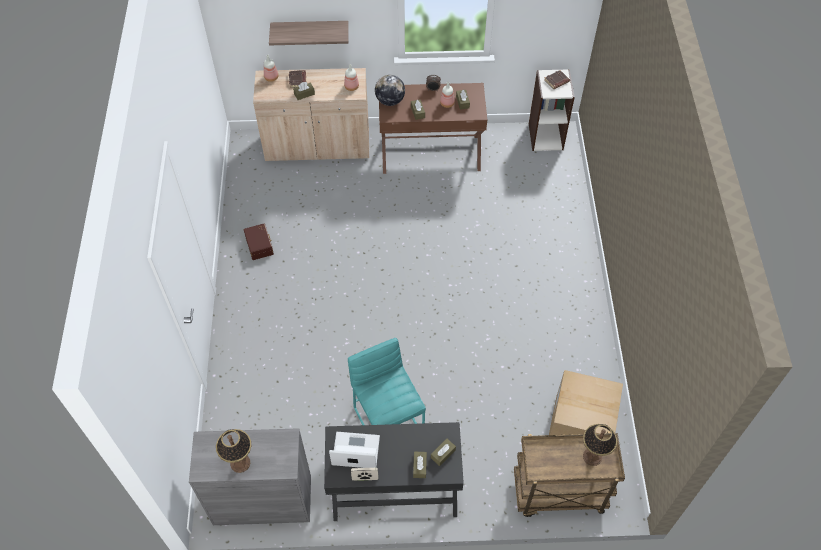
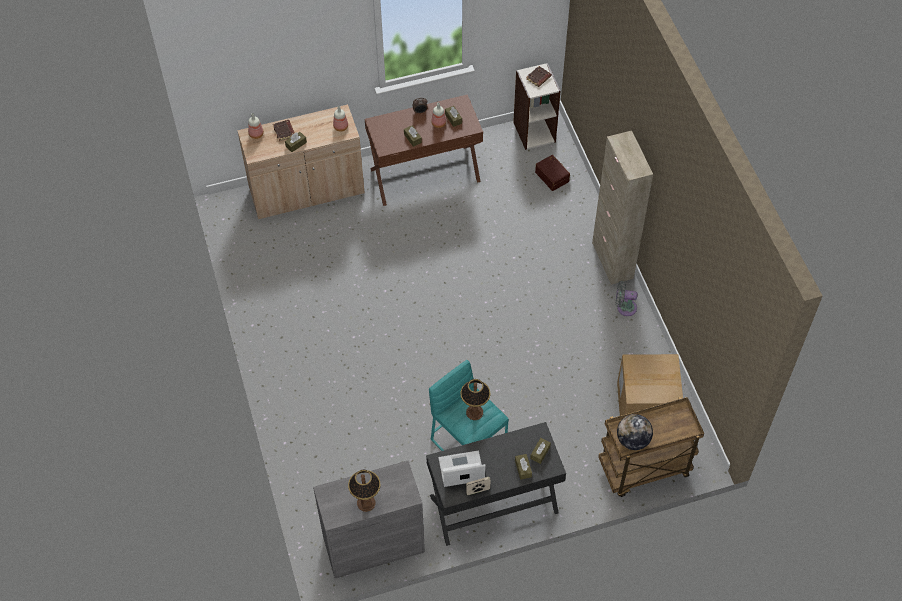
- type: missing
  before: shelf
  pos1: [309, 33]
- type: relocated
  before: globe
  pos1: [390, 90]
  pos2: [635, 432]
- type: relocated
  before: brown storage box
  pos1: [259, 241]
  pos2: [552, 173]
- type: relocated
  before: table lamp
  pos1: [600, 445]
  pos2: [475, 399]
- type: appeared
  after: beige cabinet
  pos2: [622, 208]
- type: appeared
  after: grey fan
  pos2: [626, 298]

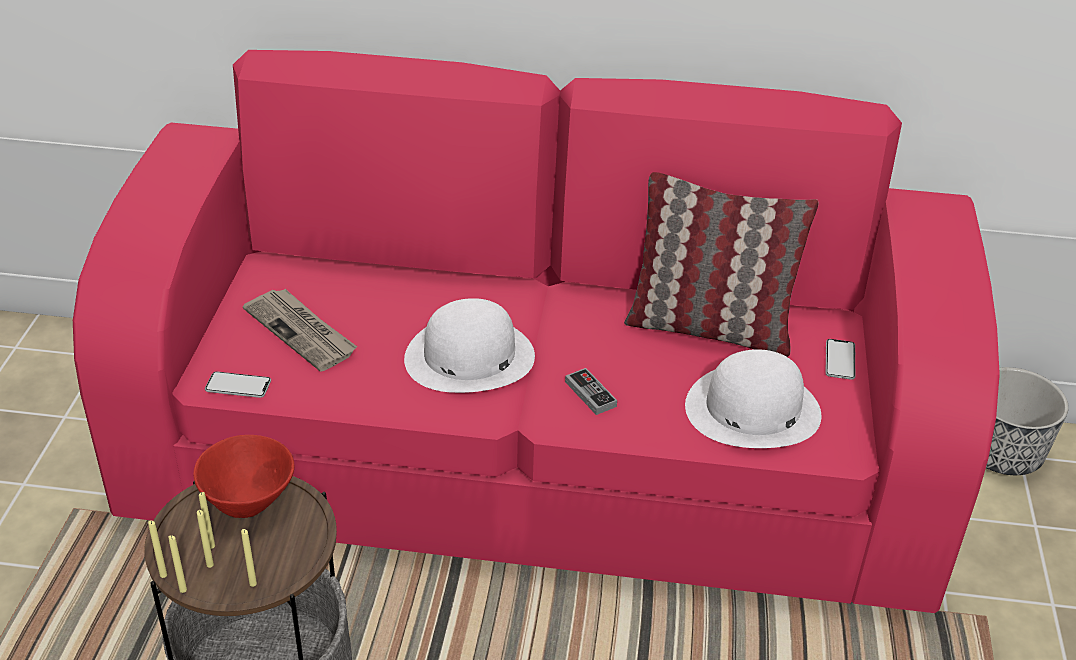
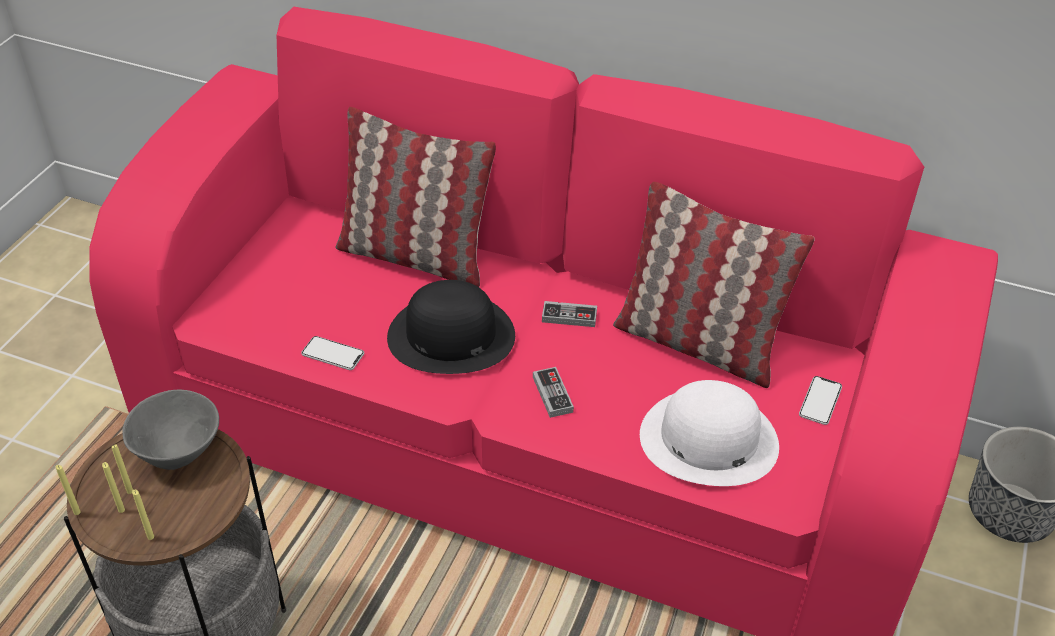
- type: missing
  before: newspaper
  pos1: [300, 330]
- type: colour
  before: white hat
  after: black hat
  pos1: [469, 345]
  pos2: [451, 327]
- type: relocated
  before: phone
  pos1: [238, 385]
  pos2: [332, 353]
- type: colour
  before: red bowl
  after: grey bowl
  pos1: [244, 476]
  pos2: [170, 429]
- type: missing
  before: yellow candle
  pos1: [177, 564]
- type: appeared
  after: pillow
  pos2: [416, 197]
- type: appeared
  after: game controller
  pos2: [569, 314]

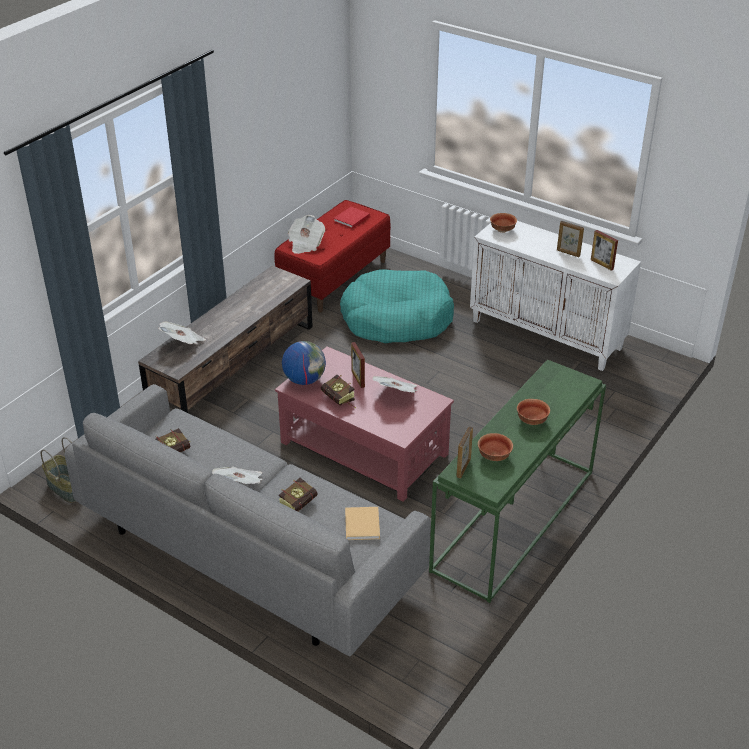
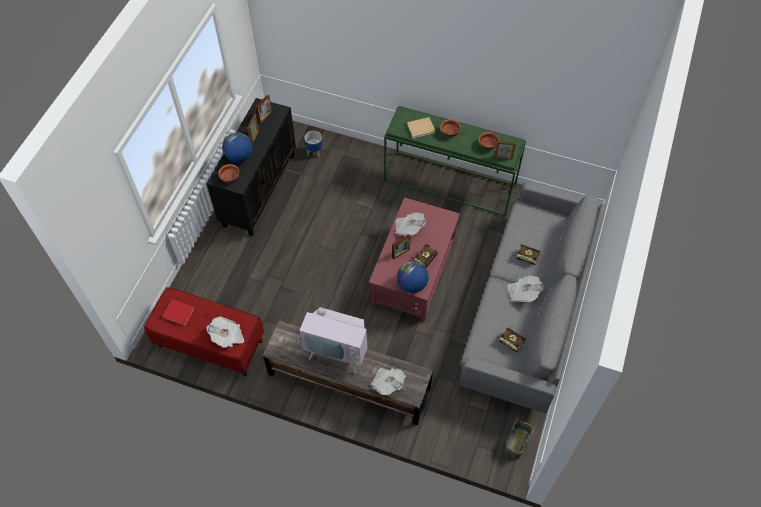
- type: colour
  before: white cabinet
  after: black cabinet
  pos1: [555, 296]
  pos2: [251, 167]
- type: missing
  before: turquoise dog bed
  pos1: [397, 306]
- type: relocated
  before: beige book
  pos1: [362, 523]
  pos2: [421, 127]
- type: appeared
  after: planter
  pos2: [313, 144]
- type: appeared
  after: globe
  pos2: [237, 147]
- type: appeared
  after: television
  pos2: [333, 334]

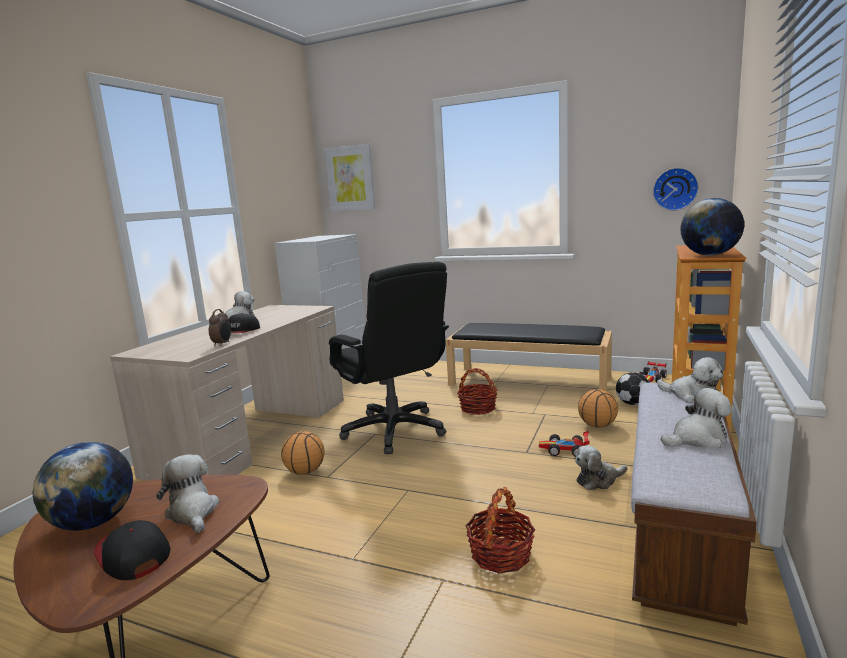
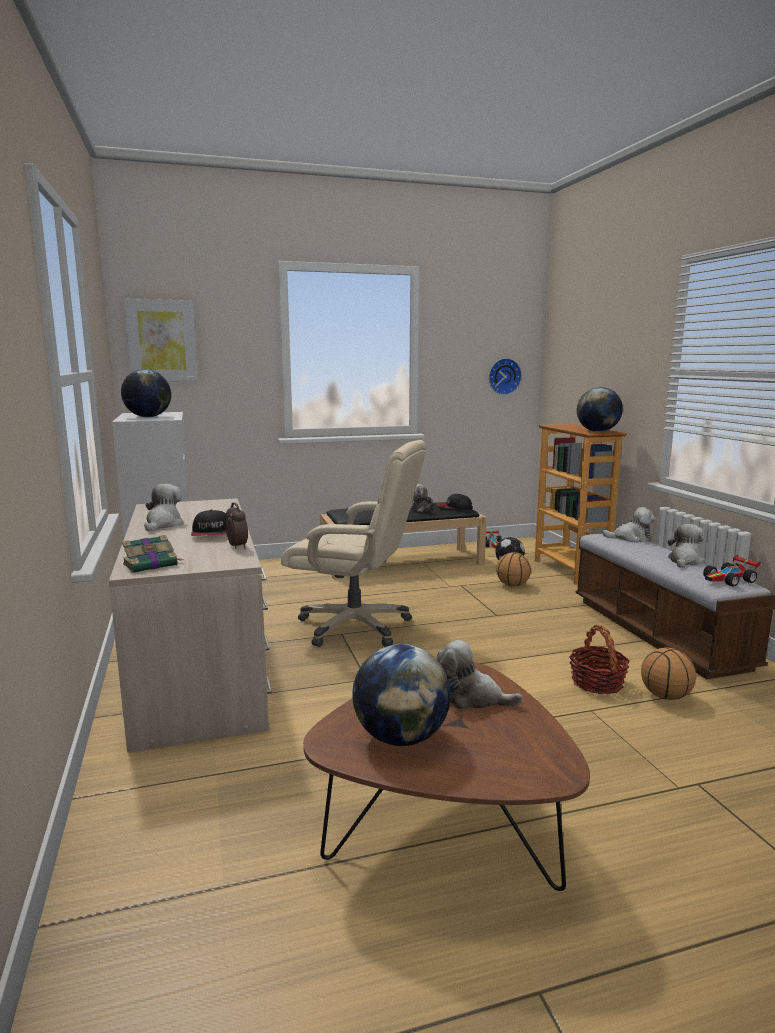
- type: colour
  before: black office chair
  after: beige office chair
  pos1: [389, 358]
  pos2: [353, 543]
- type: missing
  before: basket
  pos1: [477, 391]
- type: relocated
  before: basketball
  pos1: [303, 453]
  pos2: [668, 673]
- type: relocated
  before: toy car
  pos1: [564, 444]
  pos2: [732, 571]
- type: relocated
  before: plush toy
  pos1: [601, 467]
  pos2: [421, 498]
- type: relocated
  before: cap
  pos1: [132, 550]
  pos2: [455, 502]
- type: appeared
  after: globe
  pos2: [146, 393]
- type: appeared
  after: book
  pos2: [152, 554]

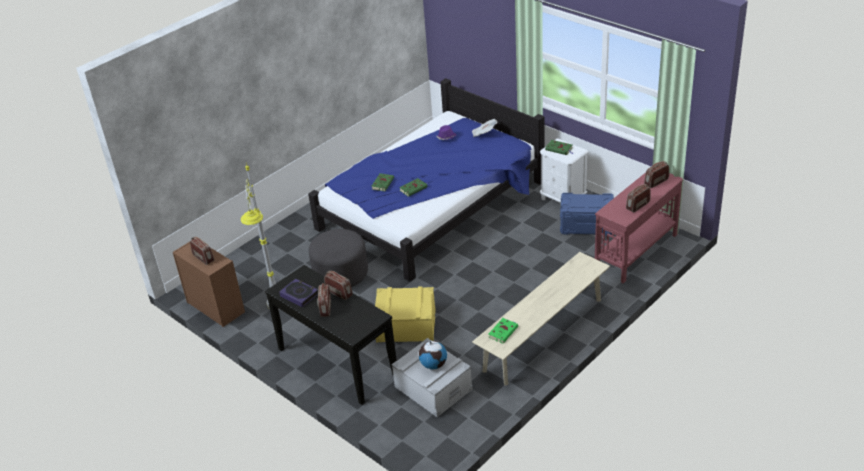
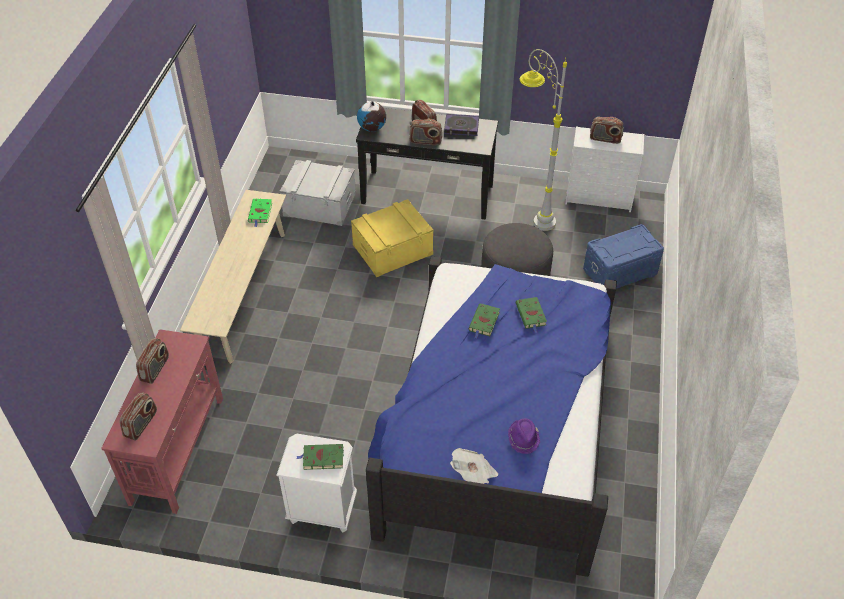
- type: relocated
  before: blue storage box
  pos1: [587, 214]
  pos2: [623, 256]
- type: colour
  before: brown dresser
  after: white dresser
  pos1: [209, 284]
  pos2: [604, 169]
- type: relocated
  before: globe
  pos1: [433, 355]
  pos2: [371, 116]

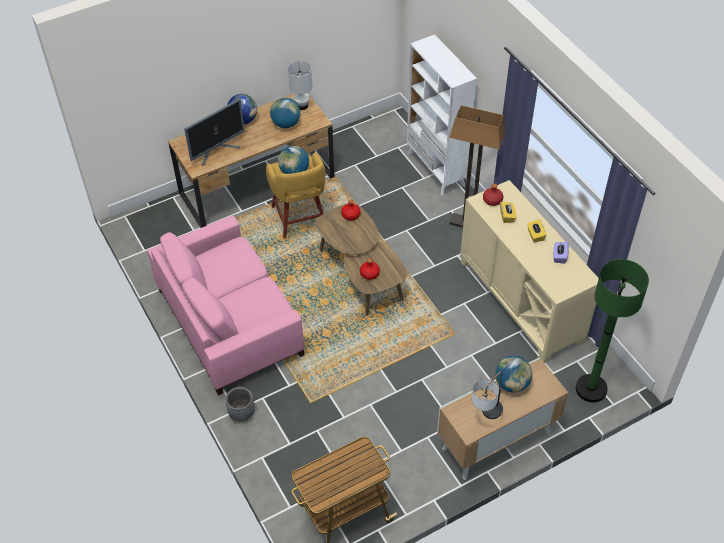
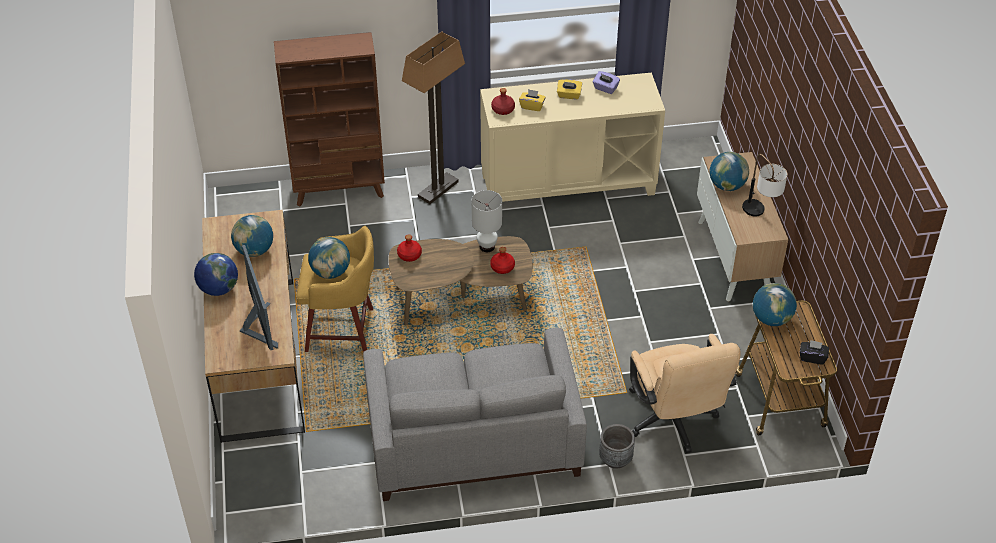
- type: colour
  before: white bookcase
  after: brown bookcase
  pos1: [442, 115]
  pos2: [329, 119]
- type: relocated
  before: white table lamp
  pos1: [300, 85]
  pos2: [486, 221]
- type: colour
  before: pink sofa
  after: grey sofa
  pos1: [225, 306]
  pos2: [475, 414]
- type: missing
  before: green floor lamp
  pos1: [612, 331]
- type: appeared
  after: globe
  pos2: [775, 304]
- type: appeared
  after: beige office chair
  pos2: [685, 393]
- type: appeared
  after: black tissue box
  pos2: [814, 352]

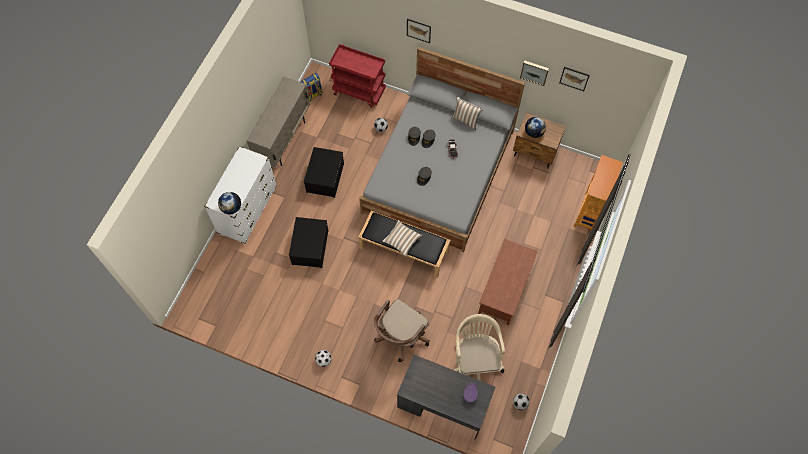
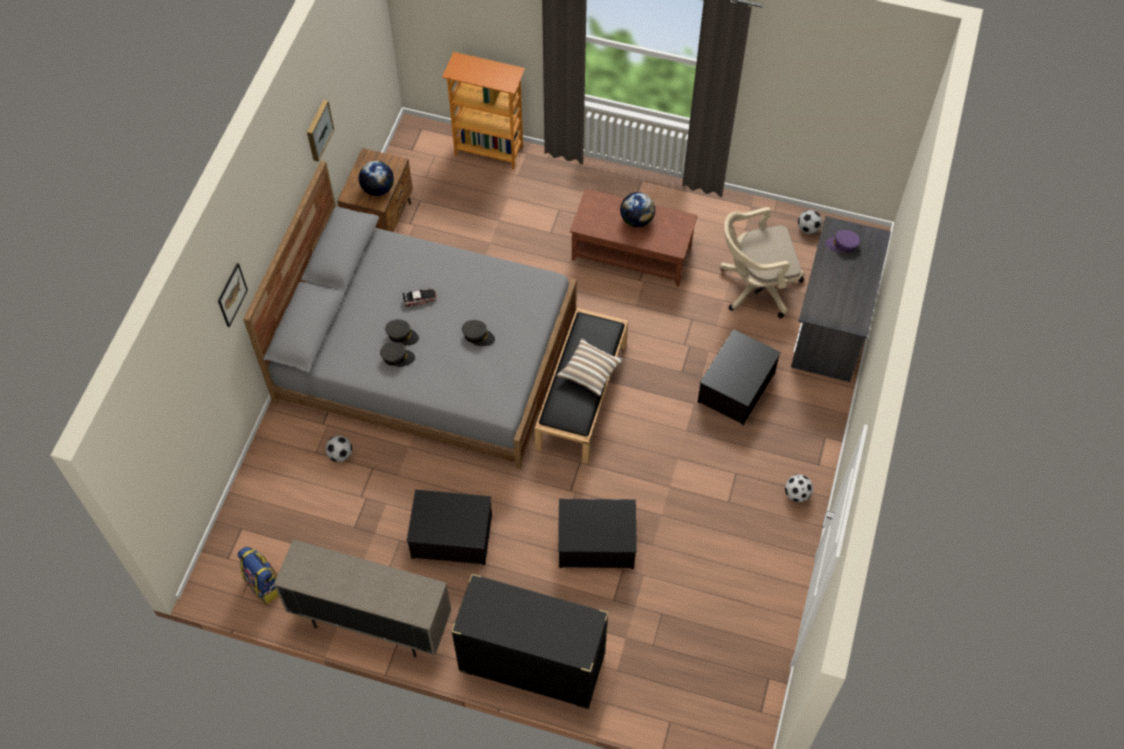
- type: missing
  before: red cart
  pos1: [357, 75]
- type: missing
  before: picture
  pos1: [575, 79]
- type: missing
  before: pillow
  pos1: [467, 113]
- type: colour
  before: white dresser
  after: black dresser
  pos1: [240, 195]
  pos2: [530, 641]
- type: relocated
  before: globe
  pos1: [229, 203]
  pos2: [637, 209]
- type: exchanged
  before: brown office chair
  after: storage box
  pos1: [402, 330]
  pos2: [739, 377]

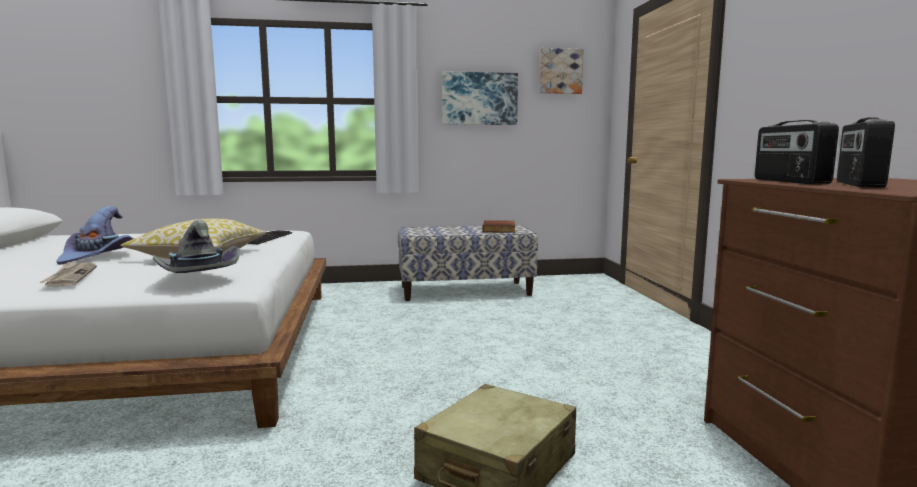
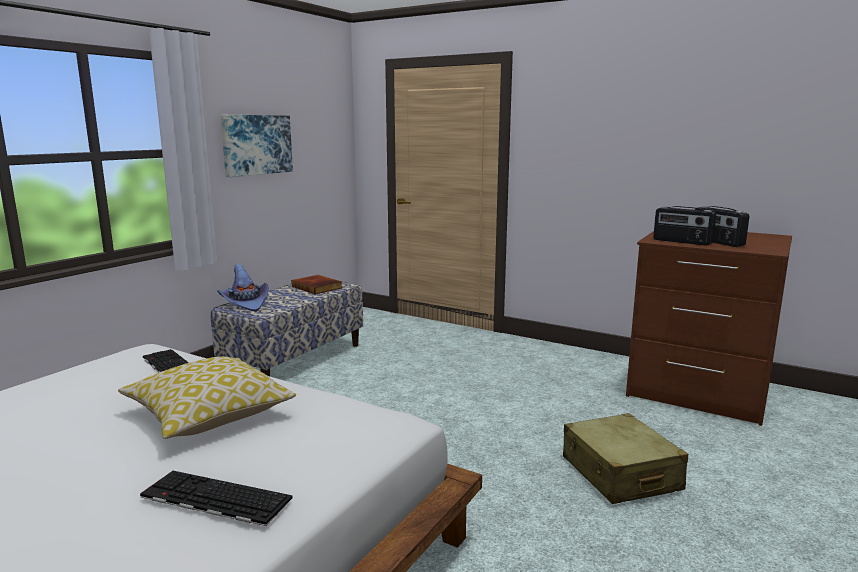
- type: missing
  before: picture
  pos1: [562, 71]
- type: relocated
  before: purple hat
  pos1: [95, 235]
  pos2: [243, 287]
- type: missing
  before: grey hat
  pos1: [196, 246]
- type: exchanged
  before: newspaper
  after: keyboard
  pos1: [68, 274]
  pos2: [216, 498]

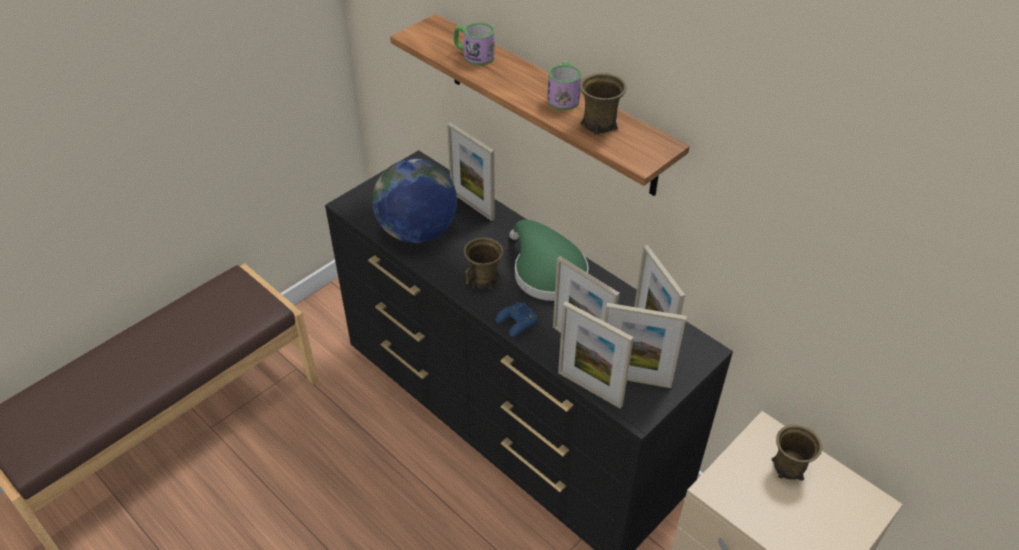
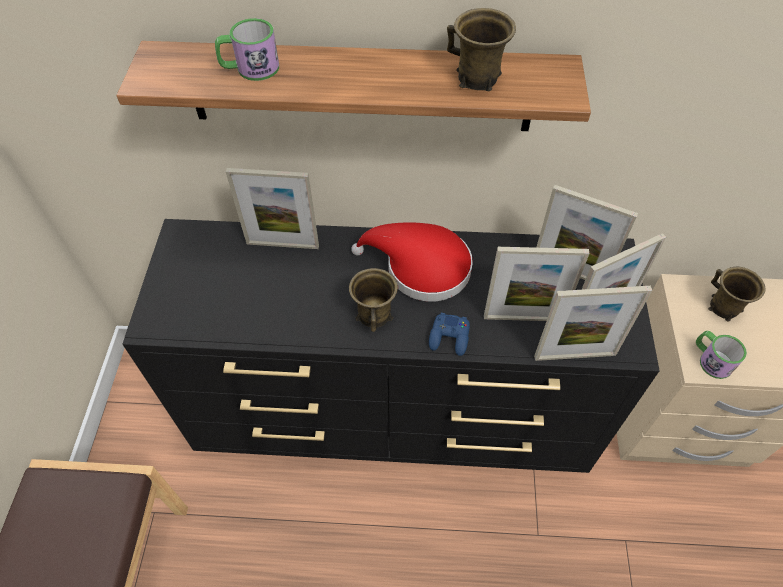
- type: relocated
  before: mug
  pos1: [564, 85]
  pos2: [721, 355]
- type: missing
  before: globe
  pos1: [414, 200]
- type: colour
  before: green hat
  after: red hat
  pos1: [549, 260]
  pos2: [412, 262]

